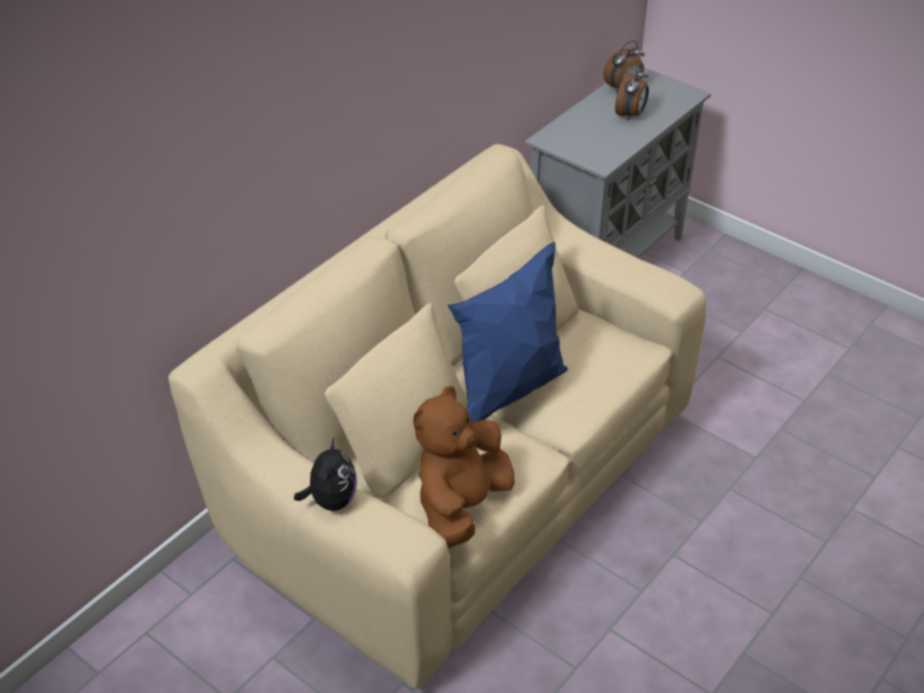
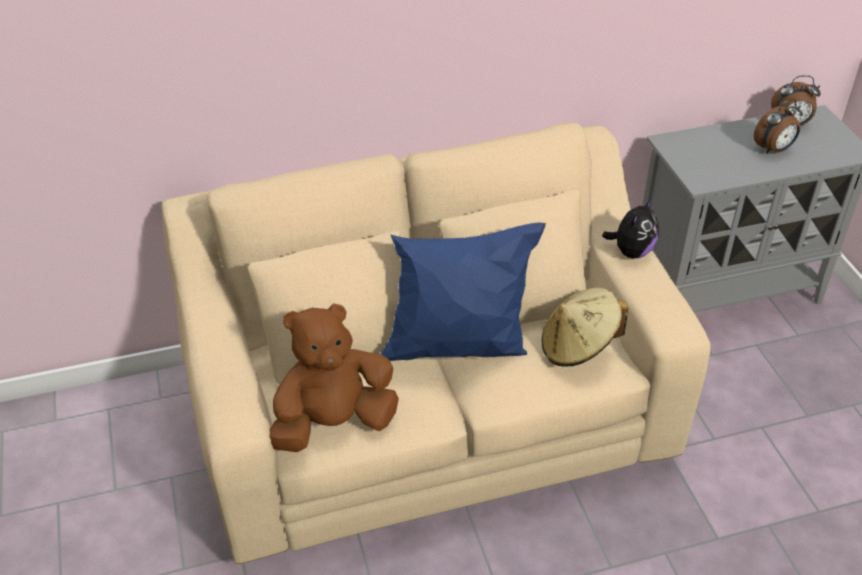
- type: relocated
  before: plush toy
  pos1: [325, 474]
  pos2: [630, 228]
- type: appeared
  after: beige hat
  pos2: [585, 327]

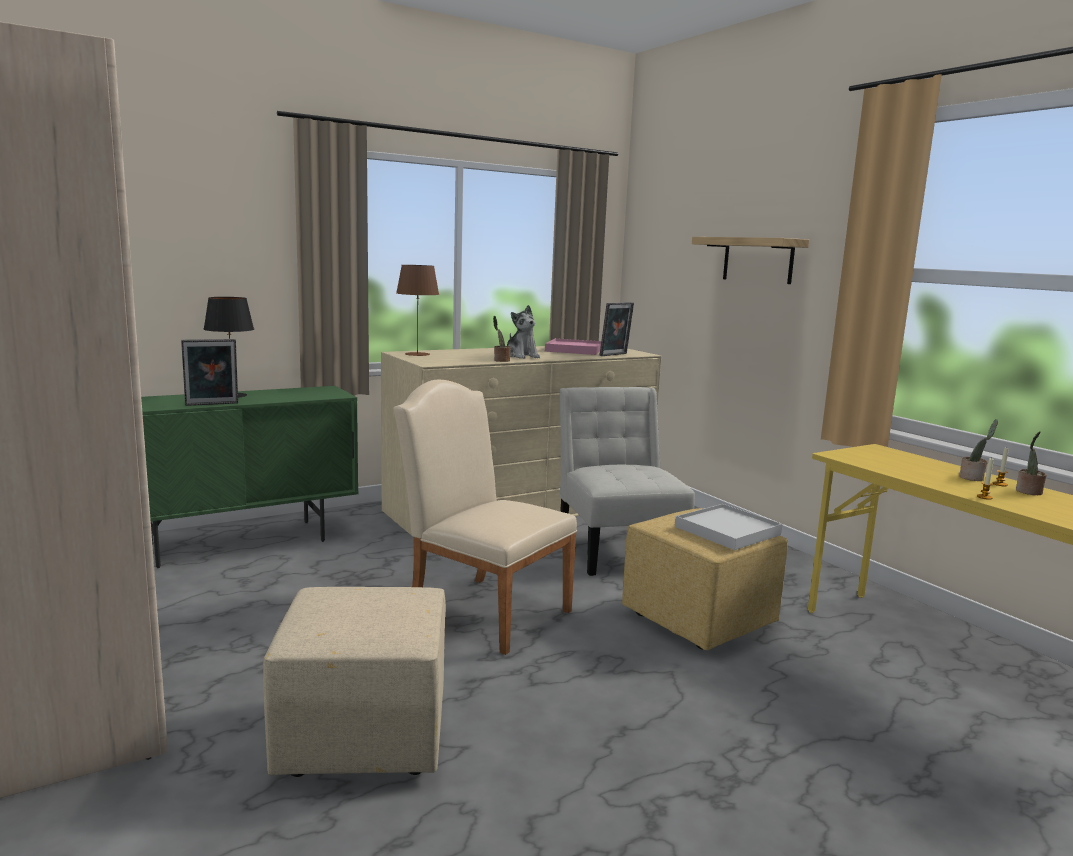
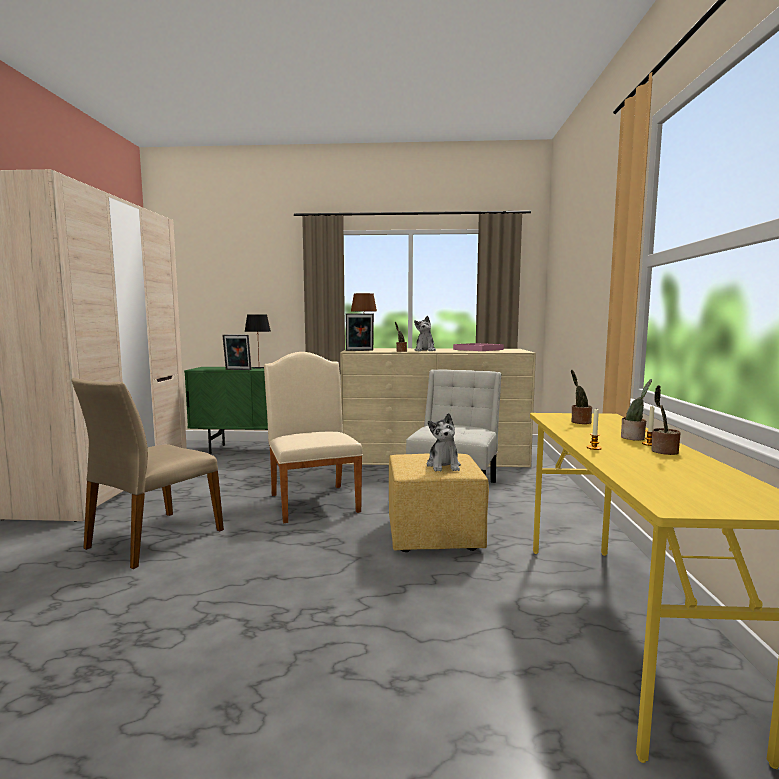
- type: missing
  before: shelf
  pos1: [750, 260]
- type: relocated
  before: picture frame
  pos1: [616, 329]
  pos2: [360, 332]
- type: exchanged
  before: white tray
  after: plush toy
  pos1: [729, 527]
  pos2: [444, 442]
- type: exchanged
  before: beige ottoman
  after: beige chair
  pos1: [354, 682]
  pos2: [147, 473]
- type: appeared
  after: potted plant
  pos2: [581, 397]

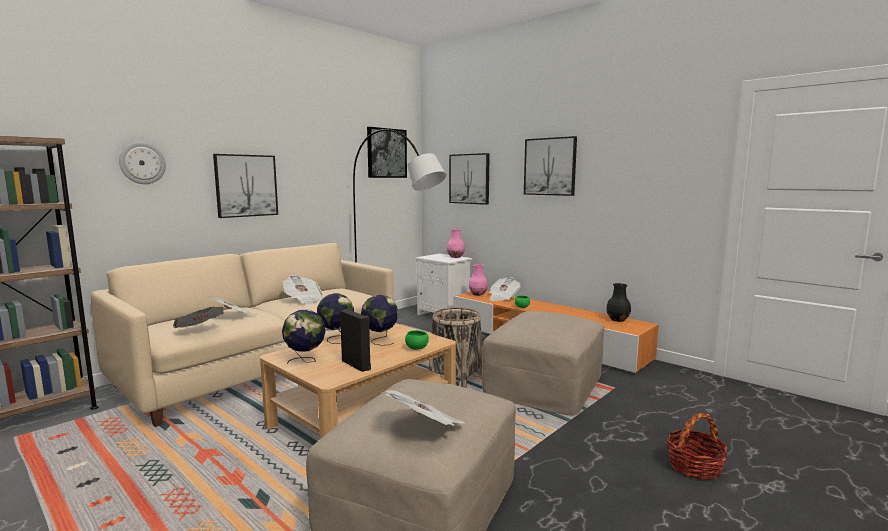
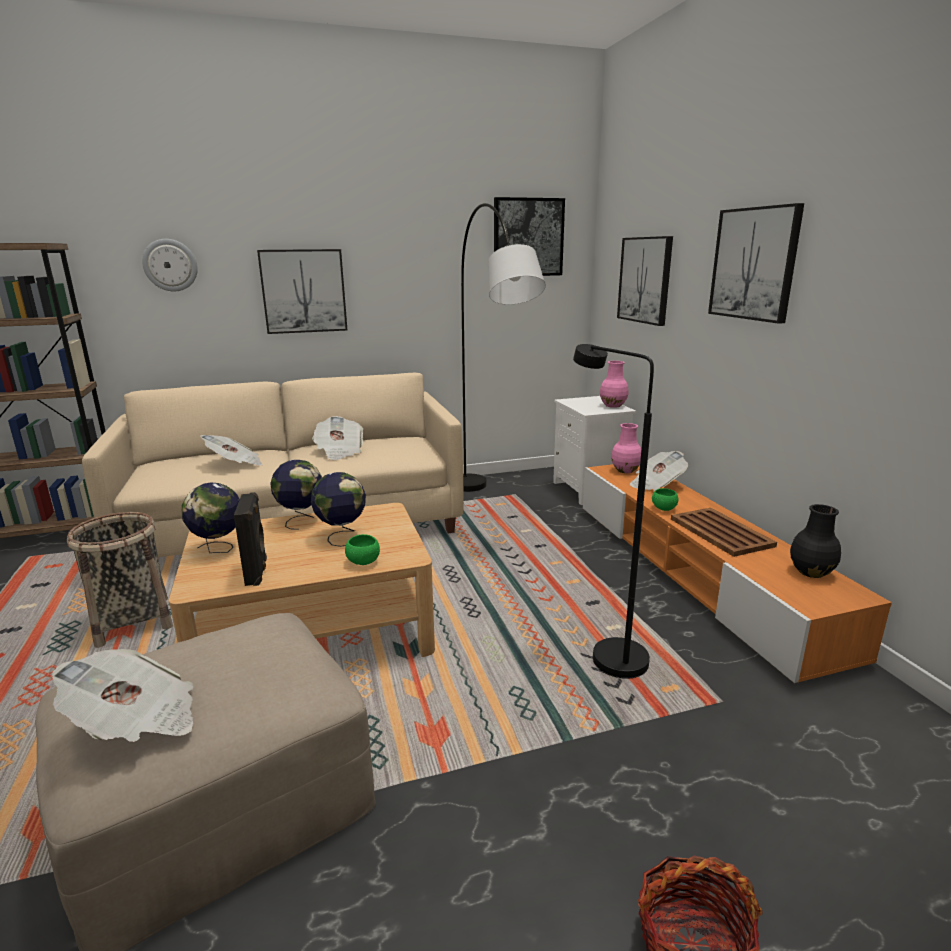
- type: missing
  before: newspaper
  pos1: [198, 317]
- type: relocated
  before: basket
  pos1: [456, 347]
  pos2: [120, 580]
- type: exchanged
  before: beige ottoman
  after: black floor lamp
  pos1: [543, 363]
  pos2: [613, 511]
- type: appeared
  after: brown tray
  pos2: [724, 532]

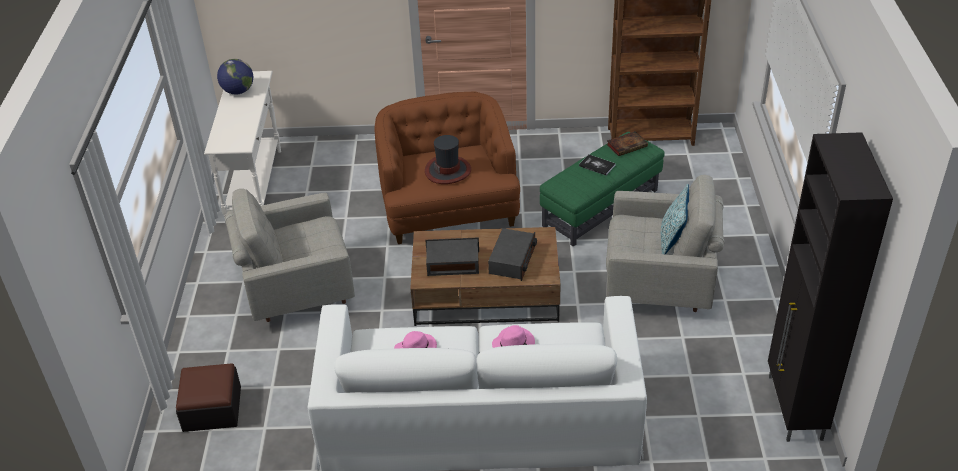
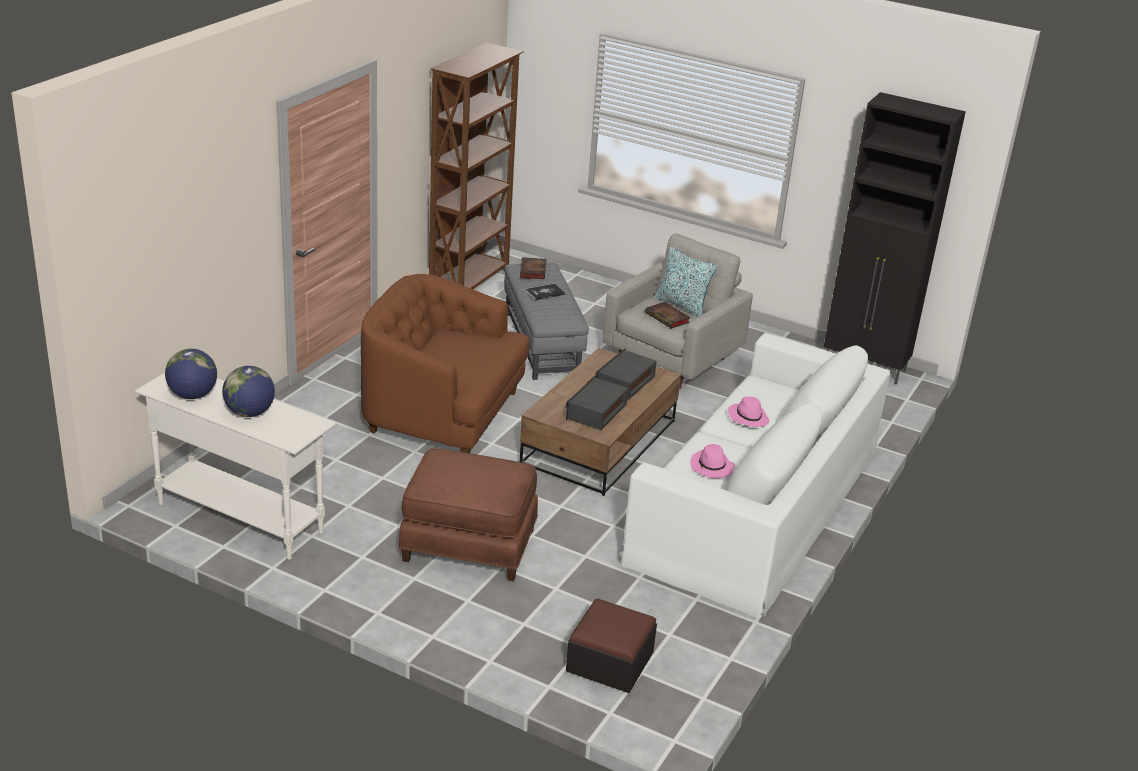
- type: colour
  before: green ottoman
  after: grey ottoman
  pos1: [602, 189]
  pos2: [546, 321]
- type: missing
  before: hat
  pos1: [448, 159]
- type: exchanged
  before: grey armchair
  after: brown ottoman
  pos1: [290, 255]
  pos2: [468, 514]
- type: spun
  before: radio
  pos1: [512, 254]
  pos2: [626, 374]
  turn: -105
- type: appeared
  after: book
  pos2: [667, 315]
- type: appeared
  after: globe
  pos2: [248, 391]

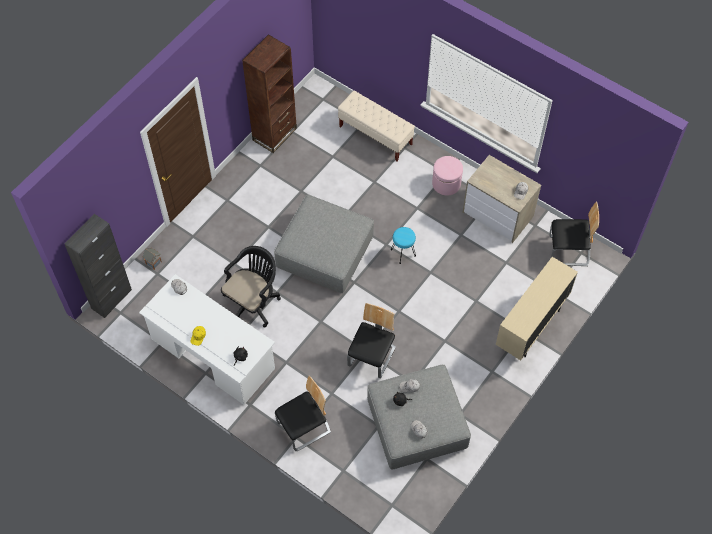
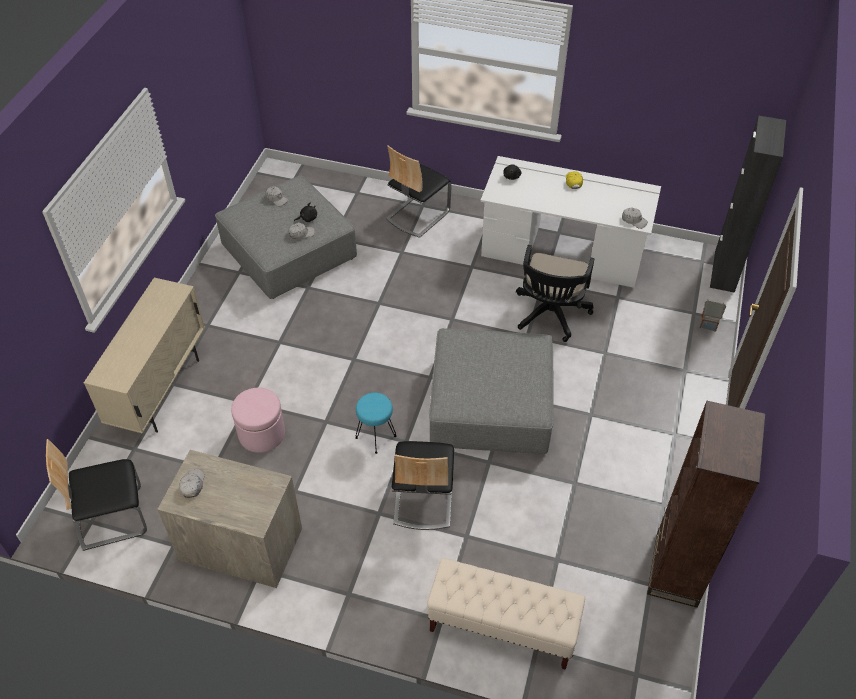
- type: relocated
  before: pink ottoman
  pos1: [447, 175]
  pos2: [258, 420]
- type: relocated
  before: chair
  pos1: [371, 341]
  pos2: [423, 485]

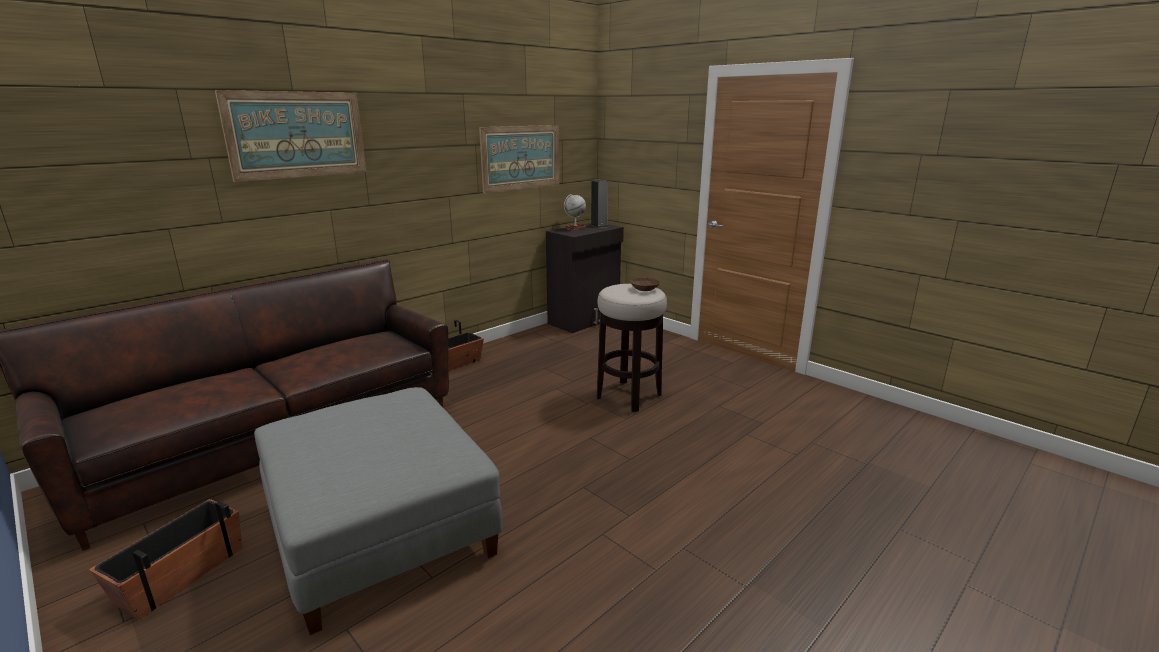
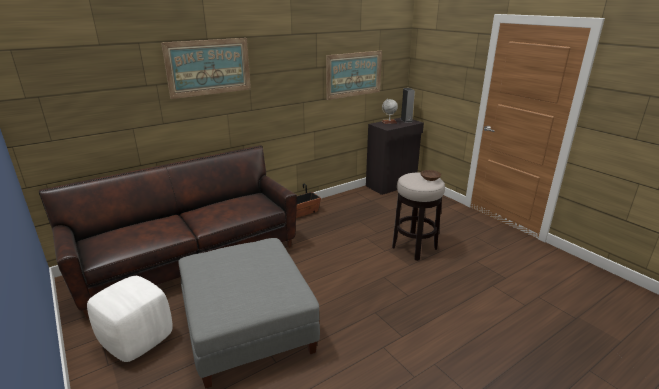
- type: exchanged
  before: planter
  after: white ottoman
  pos1: [165, 559]
  pos2: [130, 319]

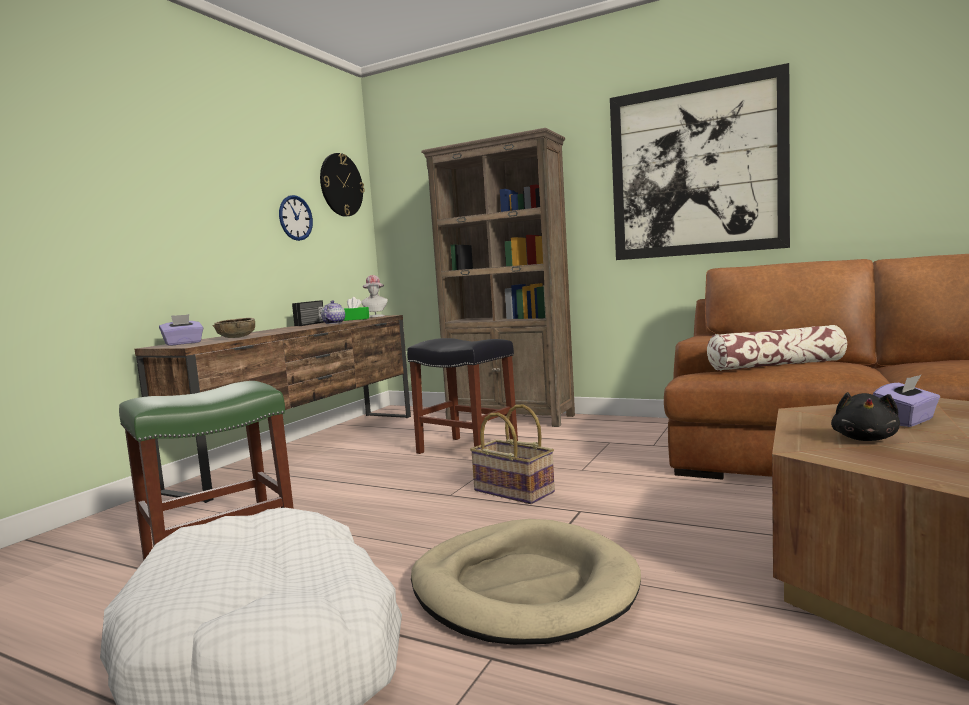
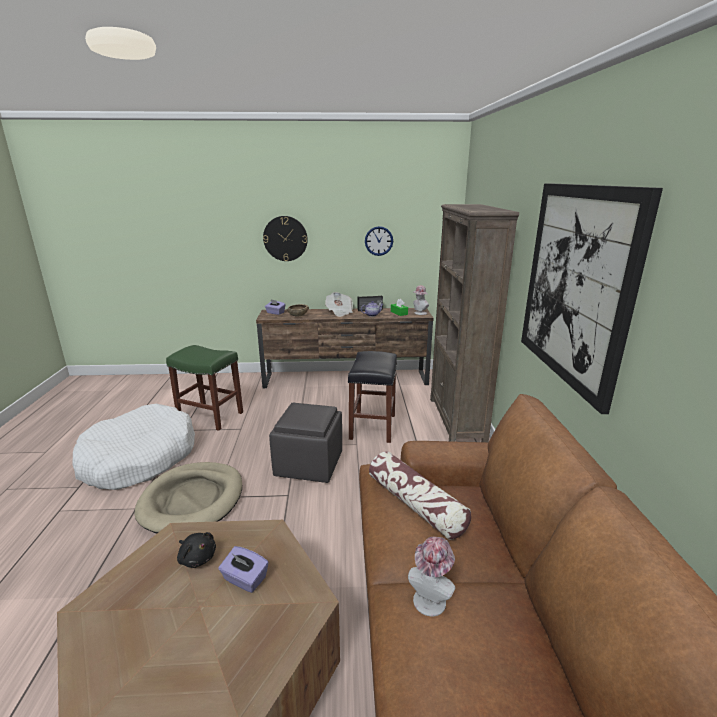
- type: relocated
  before: wall clock
  pos1: [342, 185]
  pos2: [285, 238]
- type: spun
  before: black plush toy
  pos1: [865, 416]
  pos2: [196, 550]
  turn: -135
- type: exchanged
  before: basket
  after: grey ottoman
  pos1: [512, 454]
  pos2: [305, 443]
- type: appeared
  after: newspaper
  pos2: [339, 304]
- type: appeared
  after: hat
  pos2: [431, 576]

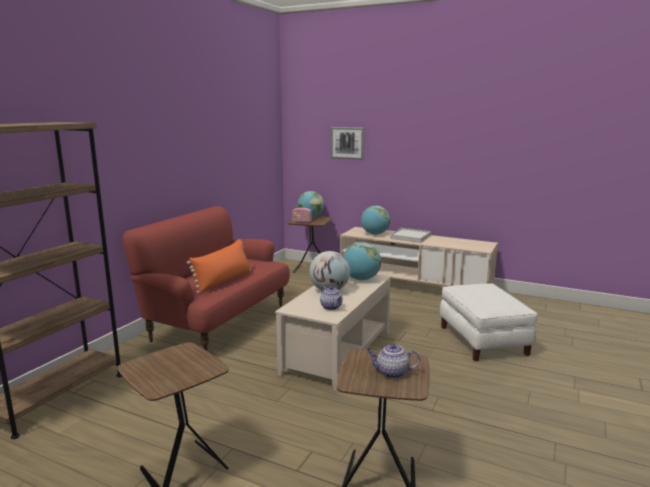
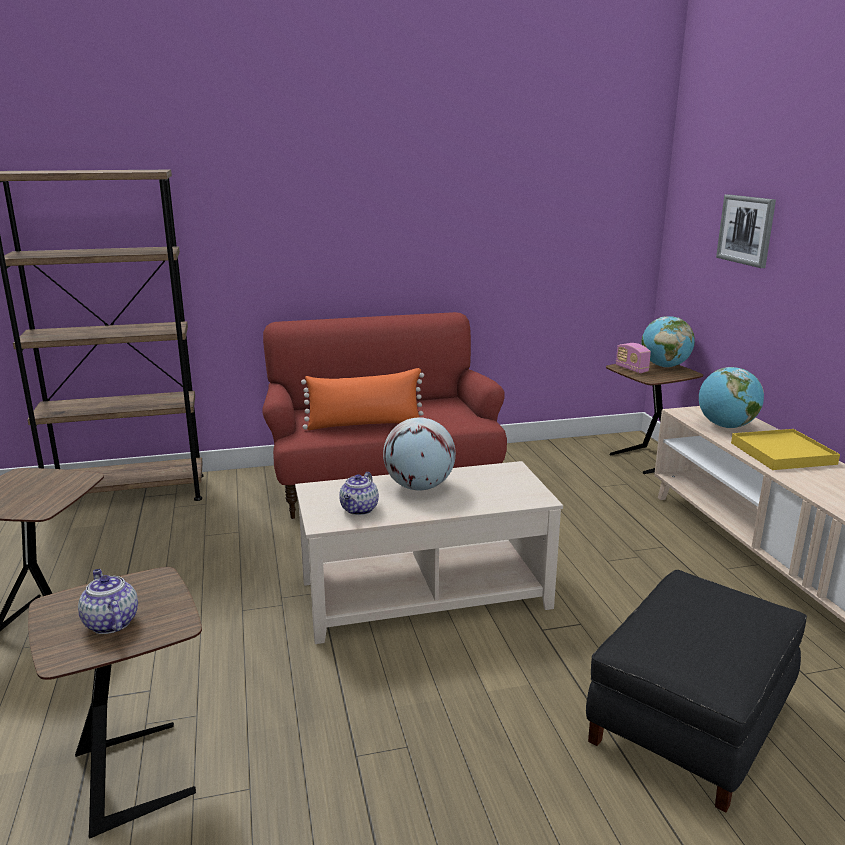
- type: colour
  before: white tray
  after: yellow tray
  pos1: [410, 235]
  pos2: [785, 449]
- type: missing
  before: globe
  pos1: [362, 261]
- type: colour
  before: white ottoman
  after: black ottoman
  pos1: [488, 322]
  pos2: [696, 691]

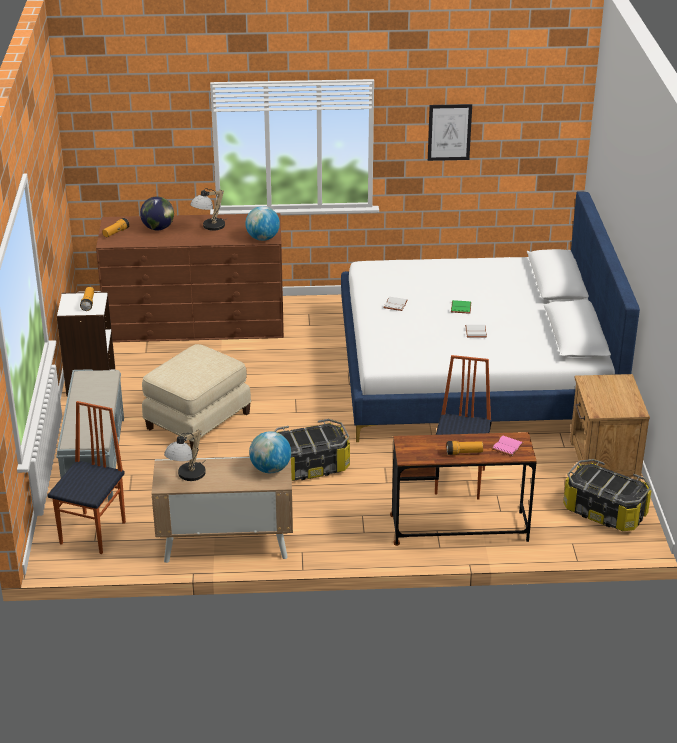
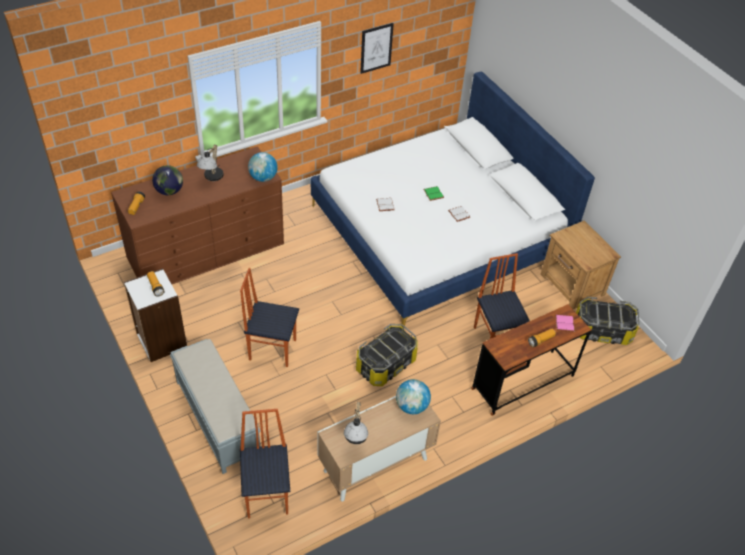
- type: exchanged
  before: beige ottoman
  after: chair
  pos1: [196, 397]
  pos2: [269, 317]

